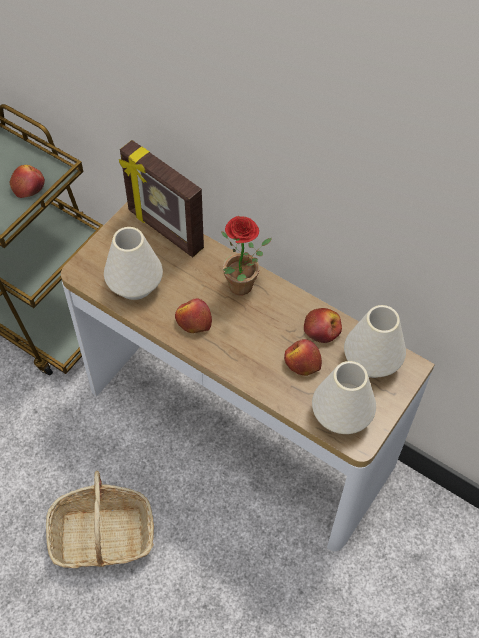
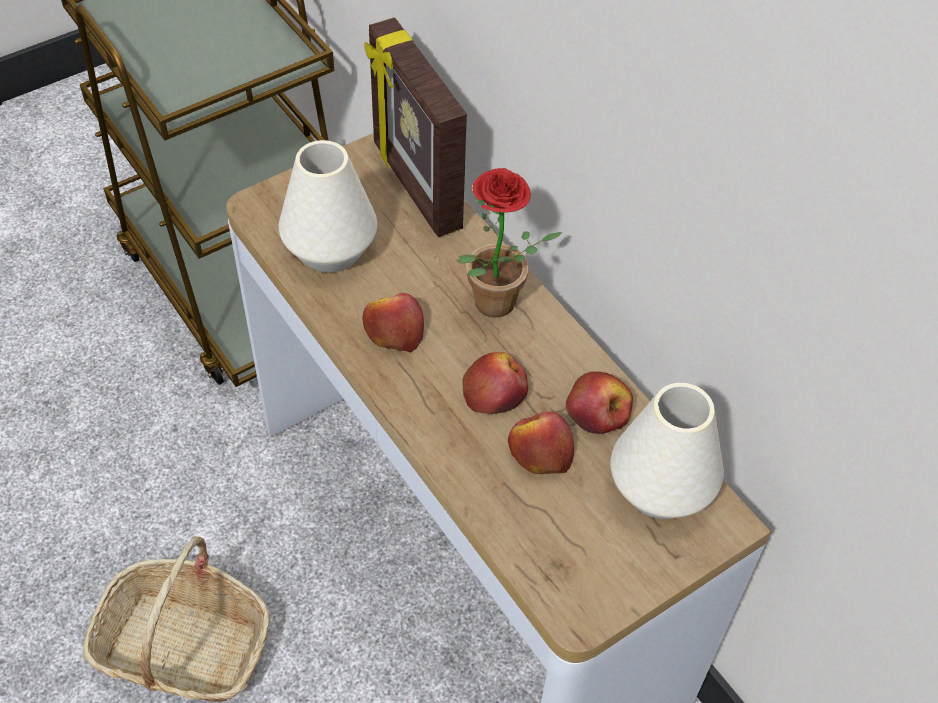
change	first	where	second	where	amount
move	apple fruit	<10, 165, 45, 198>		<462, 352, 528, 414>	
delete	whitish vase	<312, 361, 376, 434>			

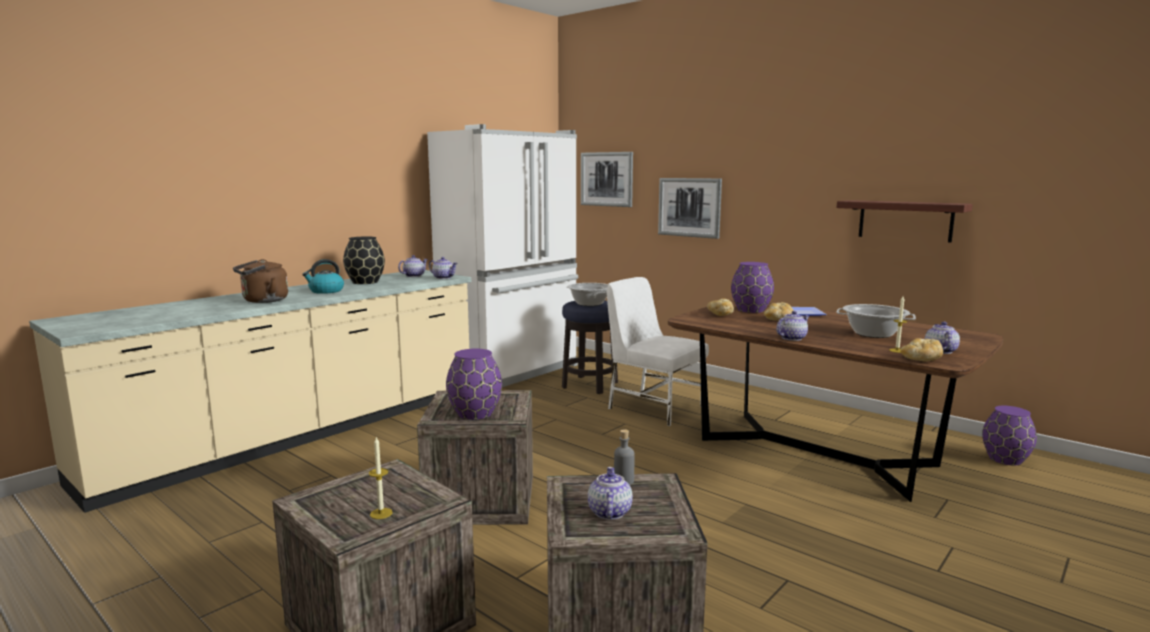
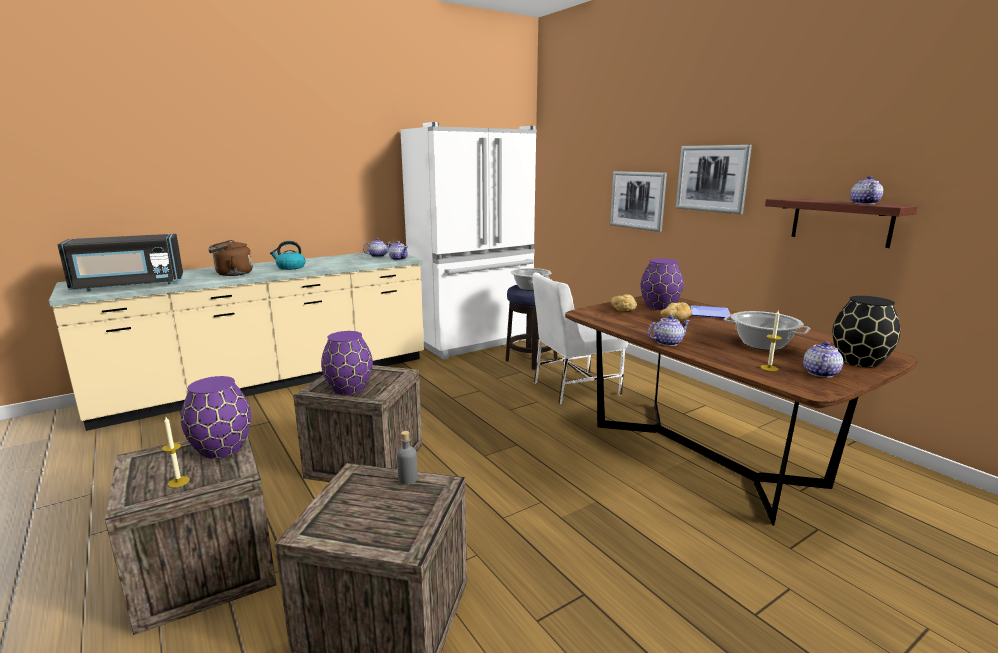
change	first	where	second	where	amount
insert			blackish kitchen microwave	<58, 234, 183, 291>	
move	purplish vase	<982, 406, 1037, 465>		<181, 376, 252, 459>	
rotate	whitish plain chair	<607, 277, 709, 426>		<533, 272, 628, 405>	75 degrees counterclockwise
move	wall picture	<581, 152, 633, 207>		<676, 145, 752, 214>	
move	blackish vase	<343, 236, 385, 284>		<832, 296, 900, 367>	
move	tea pot	<588, 467, 633, 520>		<850, 176, 883, 204>	
delete	bakery bread	<900, 338, 943, 361>			

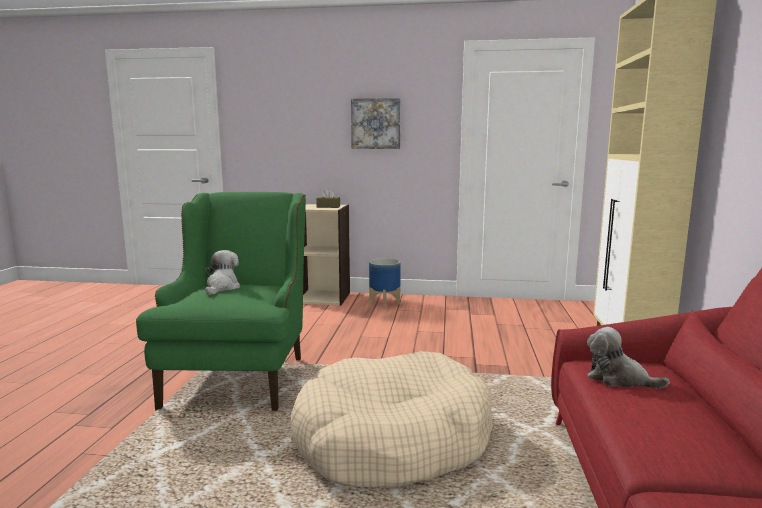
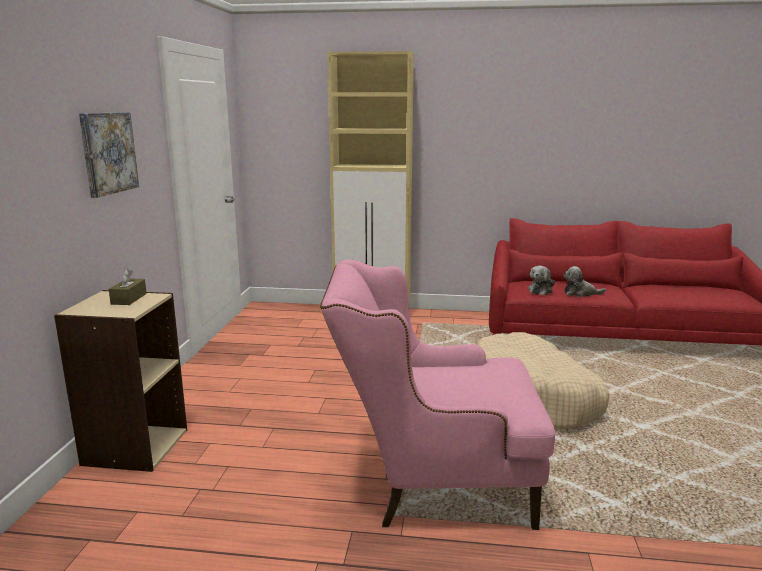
change	first	where	second	where	amount
recolor	green easy chair	<136, 192, 306, 411>	pink easy chair	<320, 260, 555, 530>	
move	plush toy	<206, 250, 240, 295>		<563, 266, 606, 297>	
delete	plant pot	<369, 258, 401, 309>			

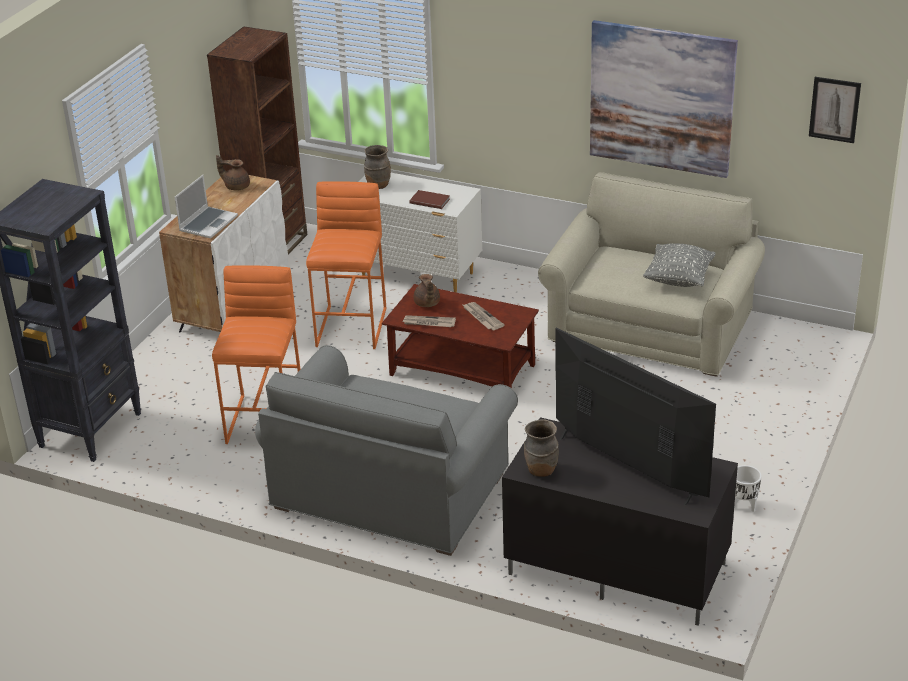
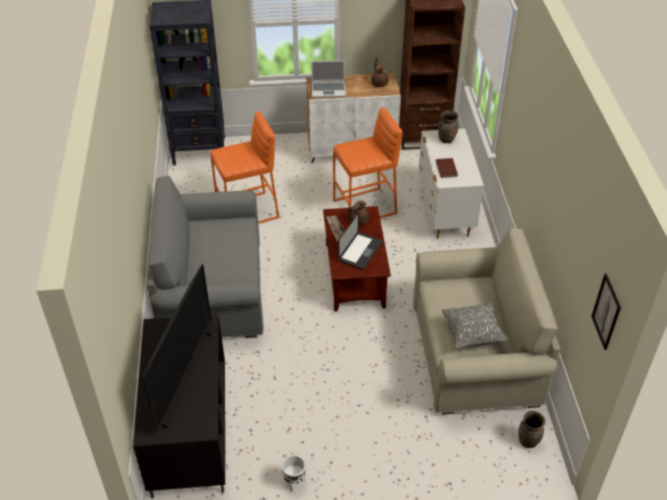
change	first	where	second	where	amount
replace	daily paper	<463, 302, 505, 330>	laptop	<338, 213, 383, 270>	
move	brown vase	<524, 419, 559, 477>		<518, 411, 546, 448>	
delete	wall picture	<590, 20, 738, 178>			

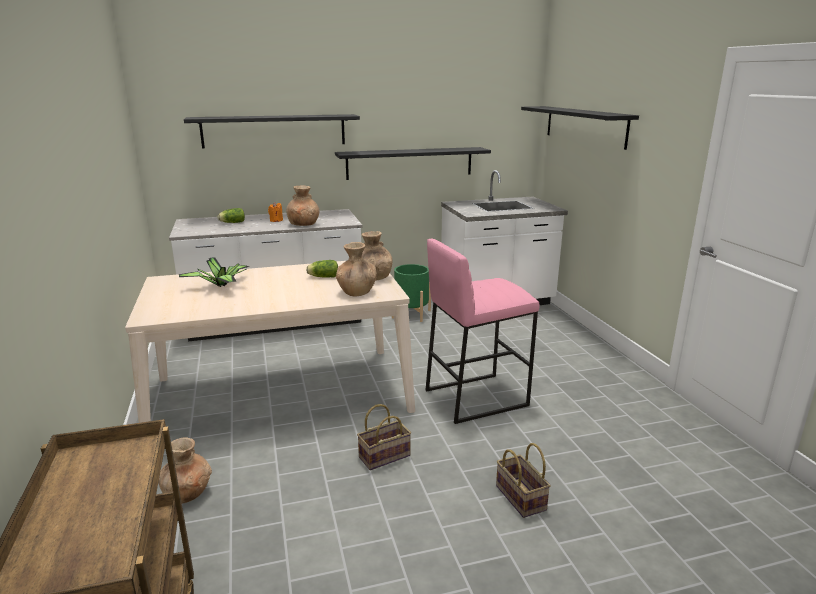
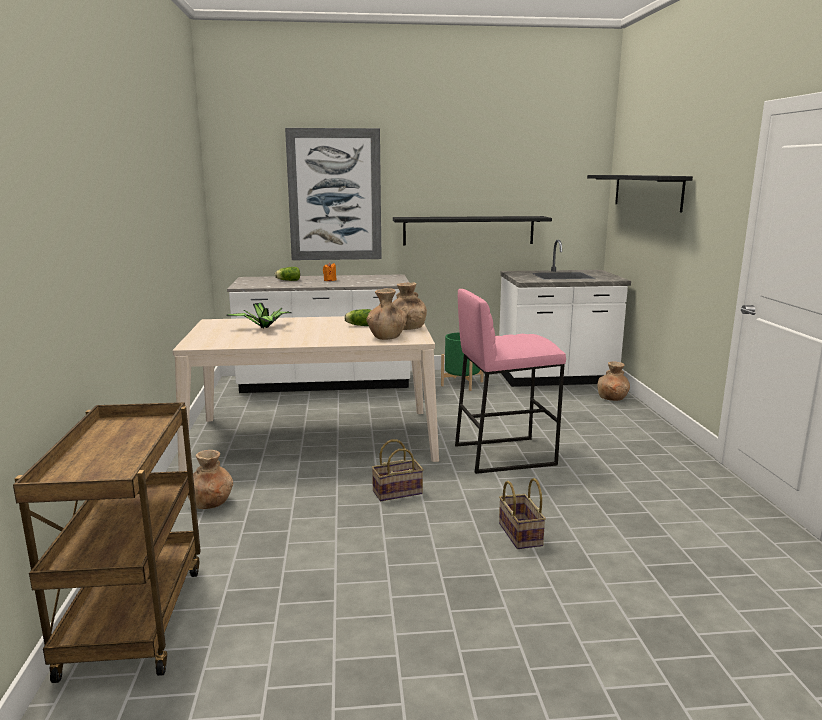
change	first	where	second	where	amount
replace	blackish wall shelf	<184, 114, 360, 149>	wall picture	<285, 128, 382, 260>	
move	brown vase	<286, 185, 320, 226>		<597, 362, 630, 401>	

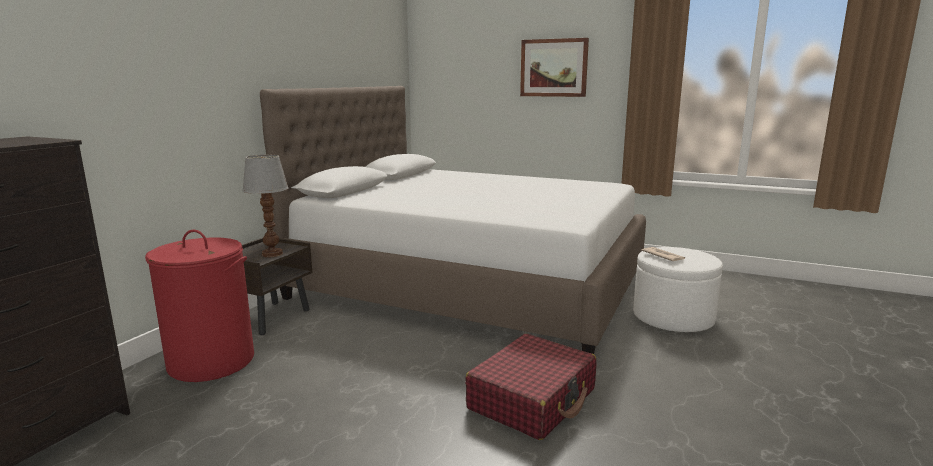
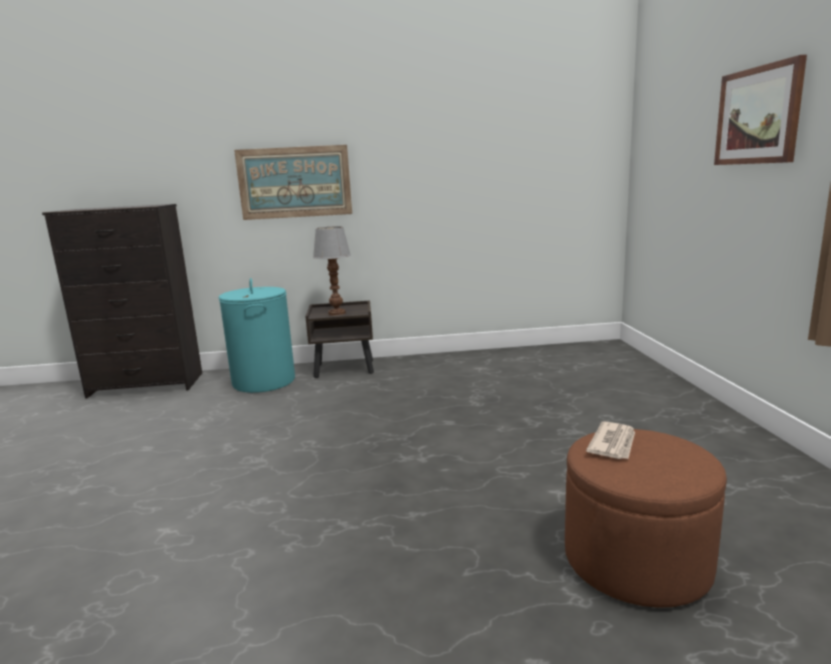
change	first	where	second	where	amount
recolor	red hamper	<145, 230, 254, 382>	blue-green hamper	<218, 278, 295, 393>	
insert			wall picture	<234, 145, 352, 220>	
recolor	whitish footrest	<633, 247, 723, 332>	brown footrest	<565, 429, 727, 608>	
delete	whitish bedroom bed	<260, 86, 646, 354>			
delete	red suitcase	<465, 334, 597, 440>			

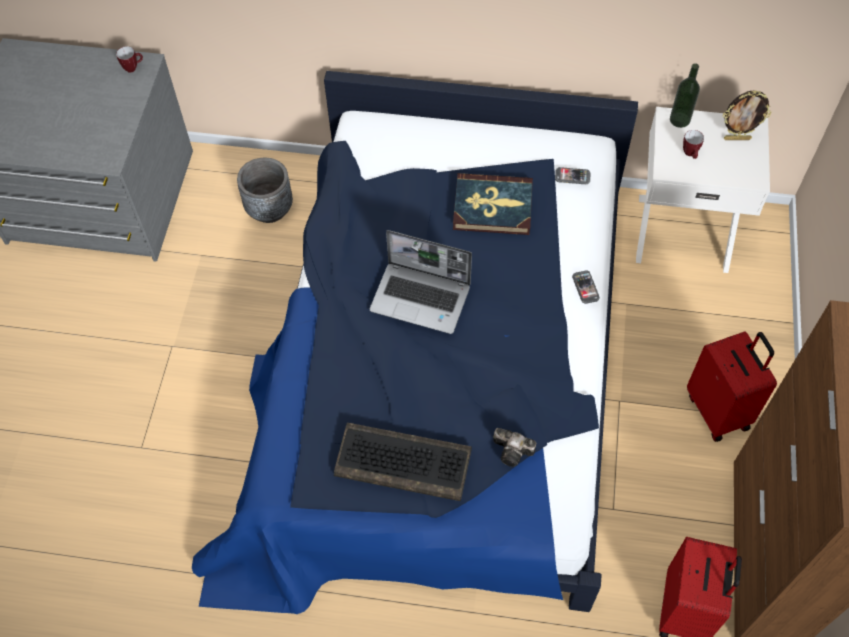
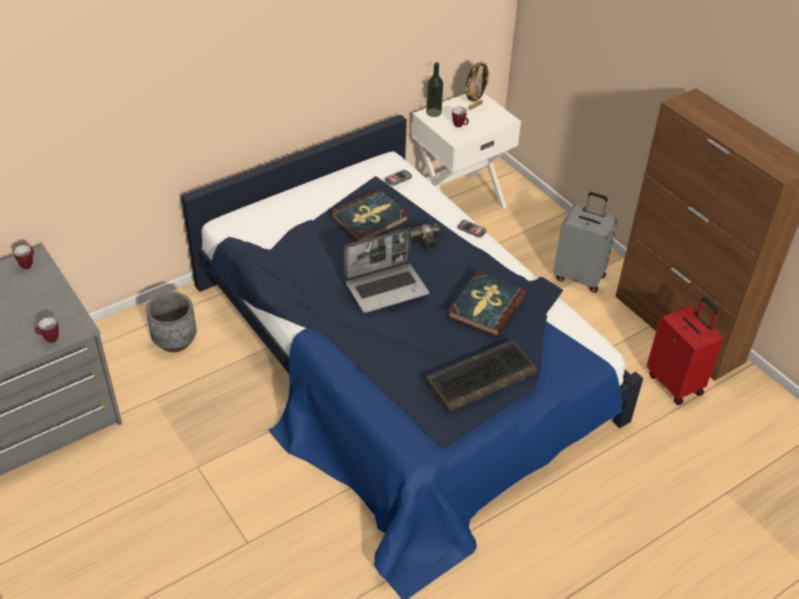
change	first	where	second	where	amount
insert			mug	<35, 317, 59, 343>	
move	still camera	<493, 428, 536, 467>		<410, 223, 440, 249>	
insert			volume	<447, 271, 527, 337>	
recolor	red suitcase	<687, 331, 777, 442>	greyish suitcase	<553, 192, 618, 293>	

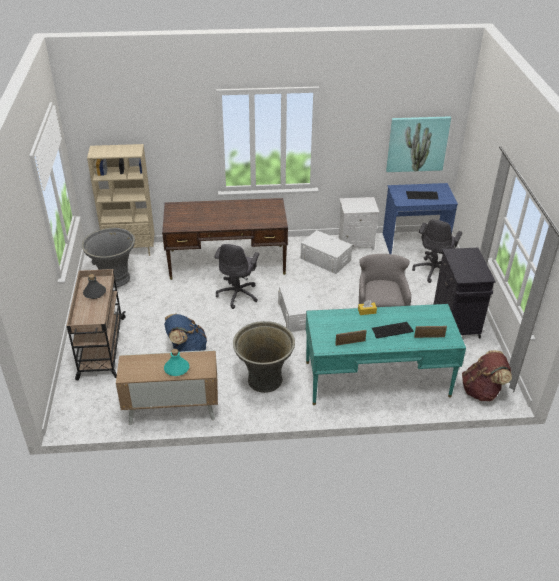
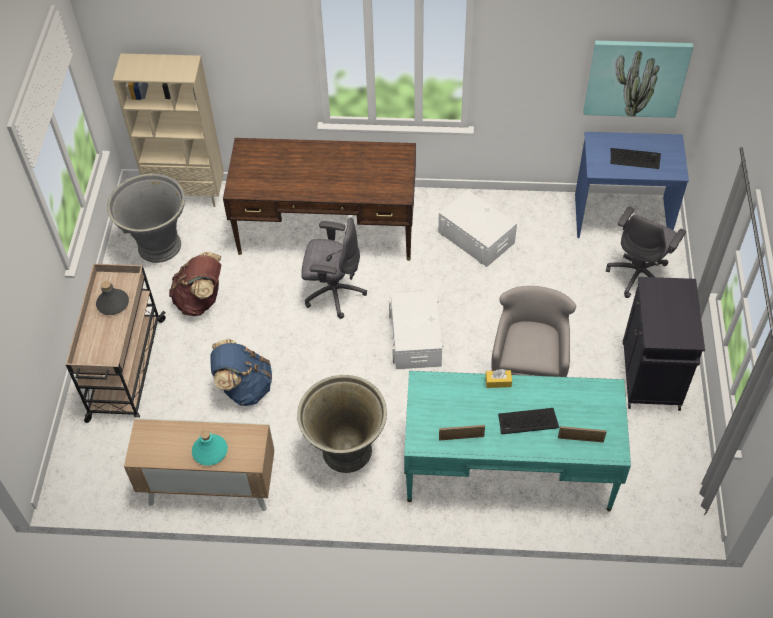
change	first	where	second	where	amount
move	brown backpack	<462, 350, 512, 401>		<169, 252, 221, 316>	
rotate	greyish desk chair	<214, 244, 259, 309>		<301, 217, 367, 319>	105 degrees counterclockwise
delete	whitish night table	<339, 197, 379, 250>			

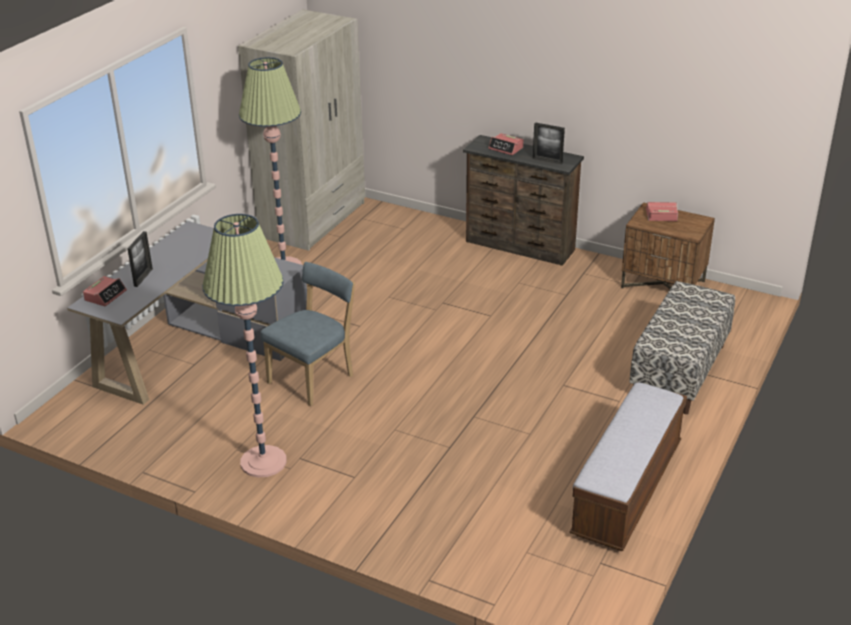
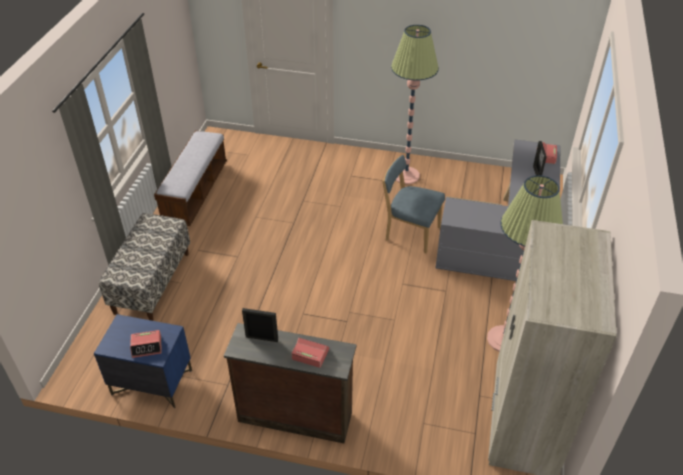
change	first	where	second	where	amount
recolor	brown night table	<621, 202, 715, 289>	bluish night table	<94, 314, 192, 408>	
rotate	bluish plain chair	<261, 262, 355, 406>		<382, 155, 445, 253>	90 degrees clockwise

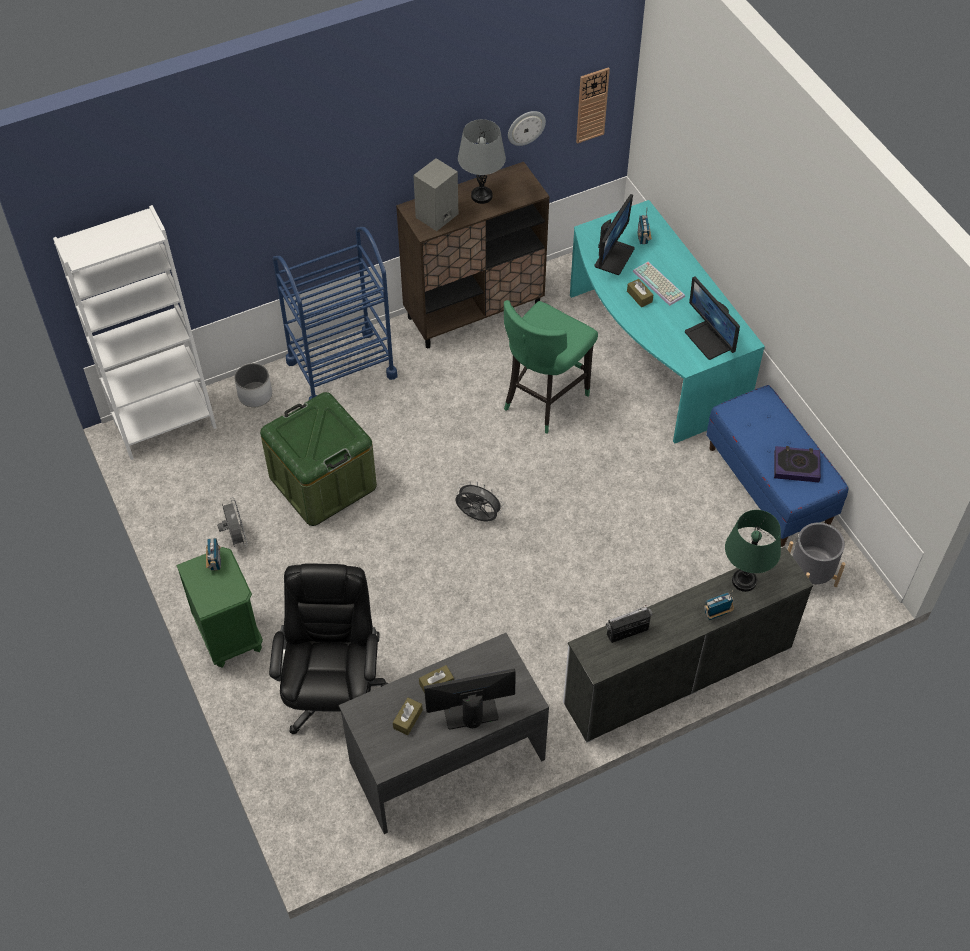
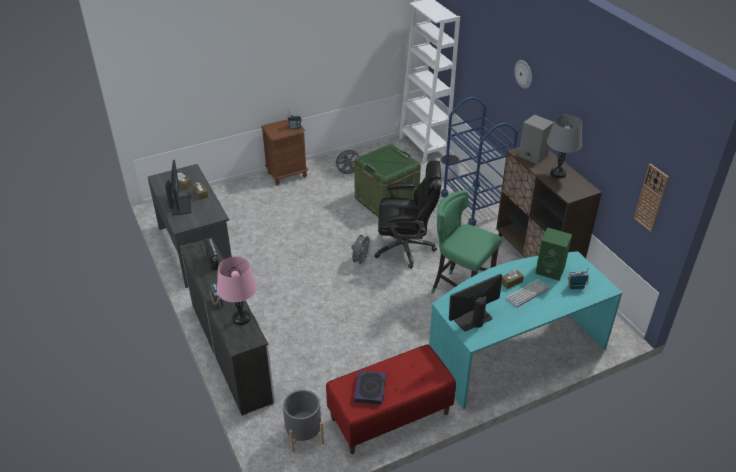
change	first	where	second	where	amount
recolor	green lamp for a table	<725, 510, 781, 592>	pink lamp for a table	<217, 257, 257, 325>	
recolor	green night table	<176, 547, 263, 668>	brown night table	<261, 119, 308, 185>	
recolor	bluish indoor bench	<706, 385, 848, 547>	red indoor bench	<326, 344, 456, 454>	
move	blackish desk chair	<269, 564, 388, 734>		<374, 160, 441, 269>	
move	clock on the wall	<508, 111, 546, 146>		<514, 60, 532, 89>	
replace	computer screen	<595, 194, 635, 275>	green audio speaker	<535, 228, 572, 281>	

